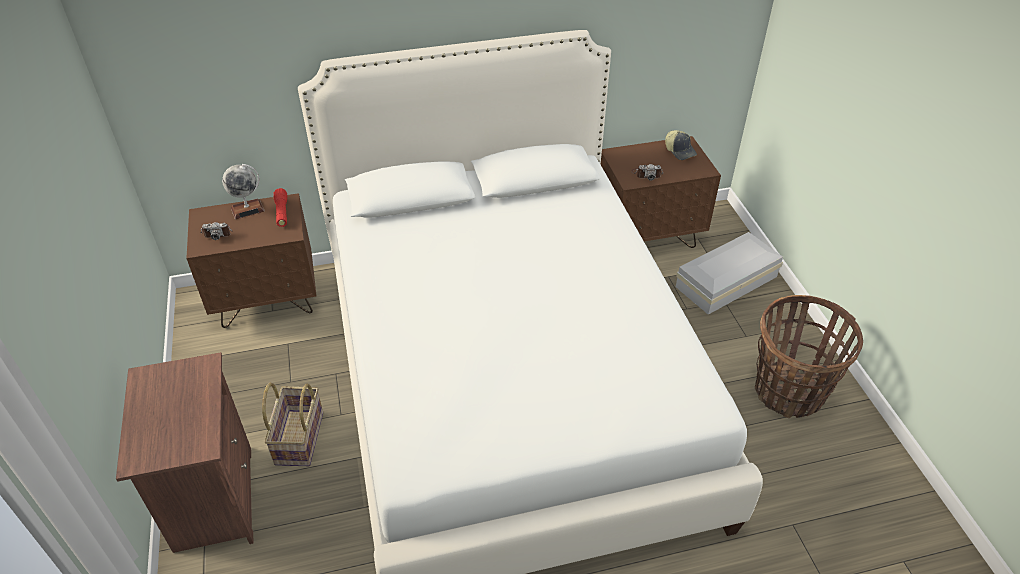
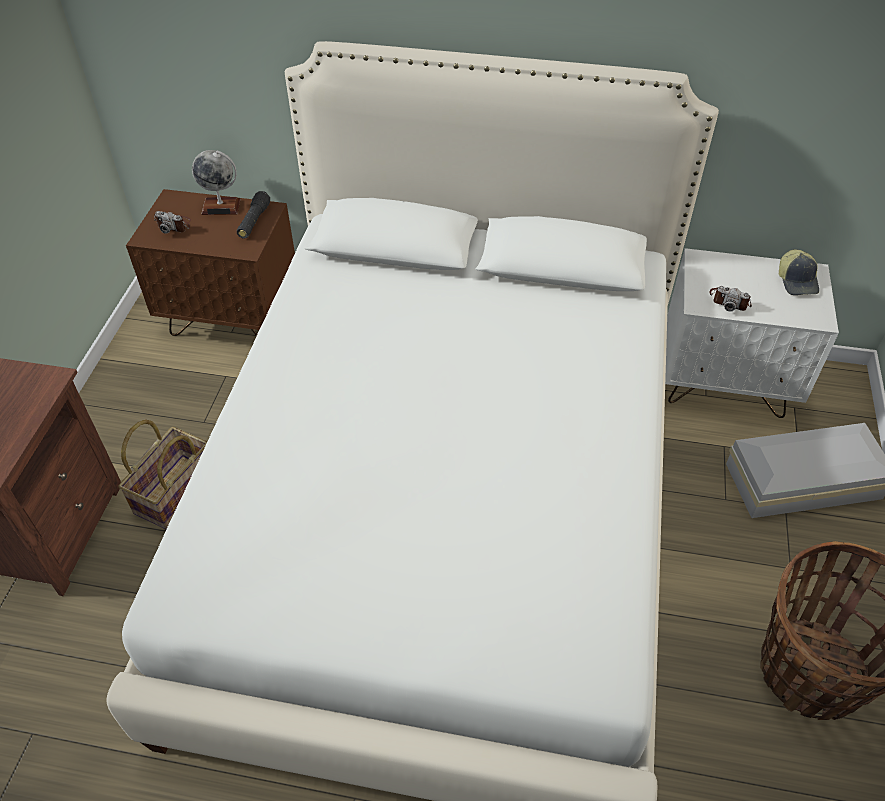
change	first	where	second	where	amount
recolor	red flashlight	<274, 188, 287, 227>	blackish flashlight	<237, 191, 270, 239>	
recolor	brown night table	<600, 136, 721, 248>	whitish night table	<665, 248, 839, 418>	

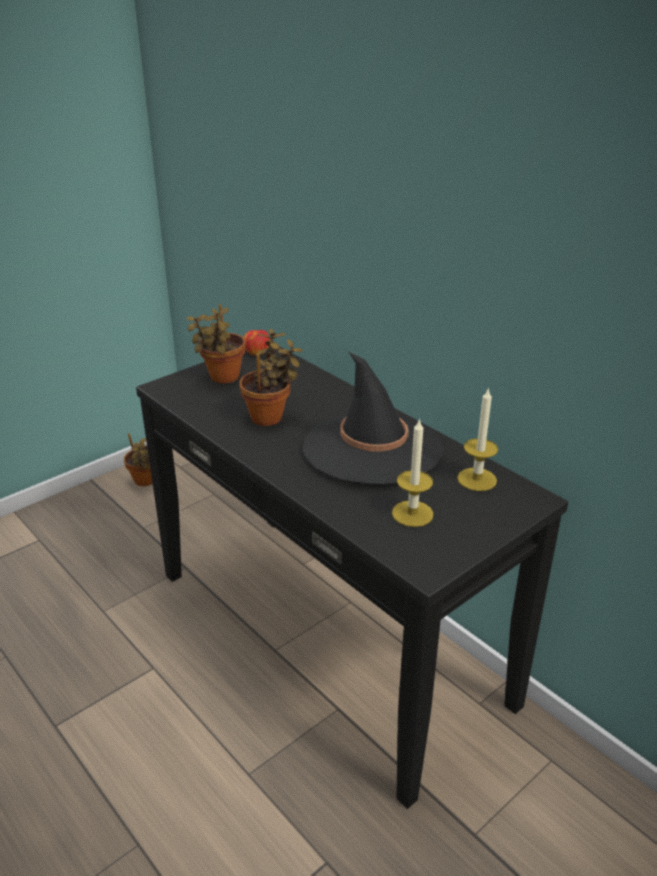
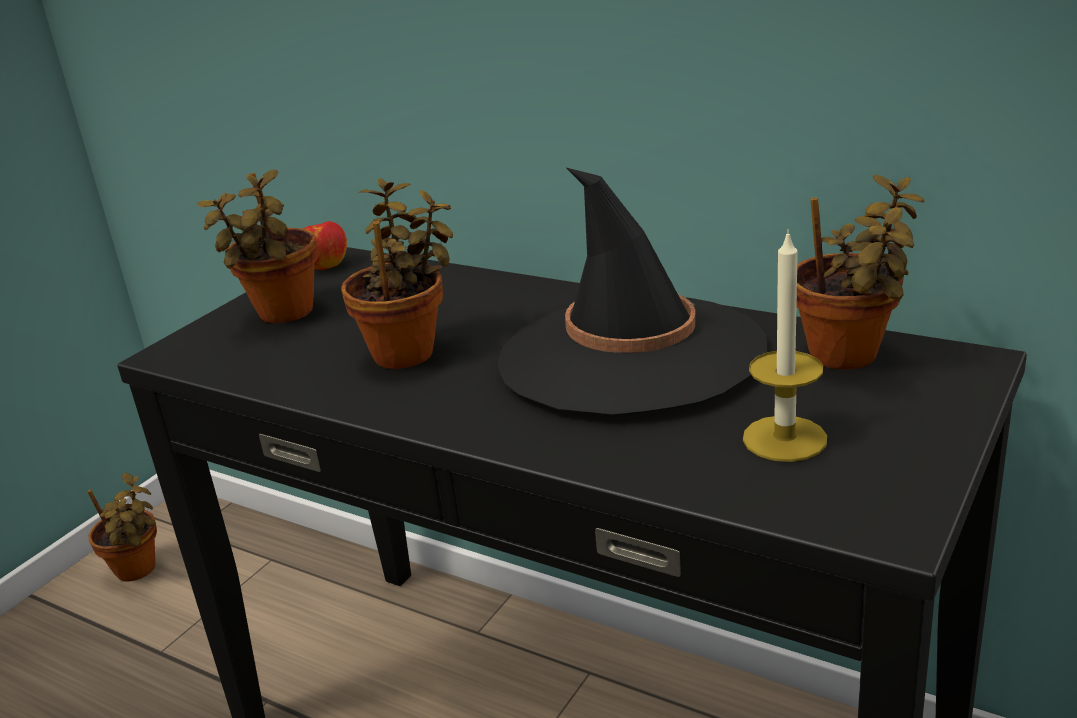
change	first	where	second	where	amount
replace	candle	<457, 387, 498, 491>	houseplant	<796, 174, 925, 370>	

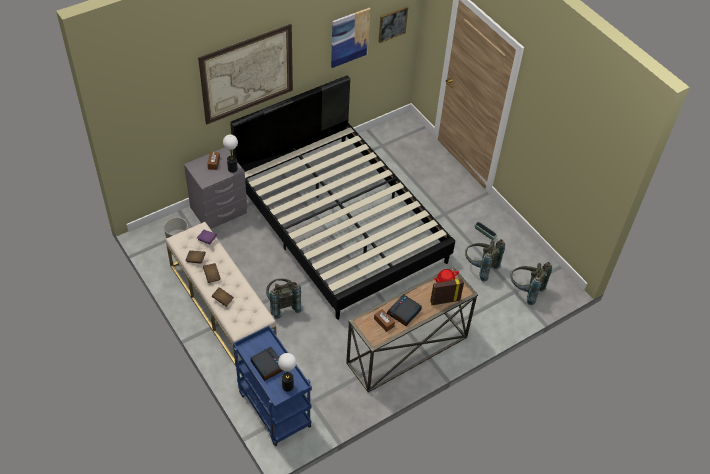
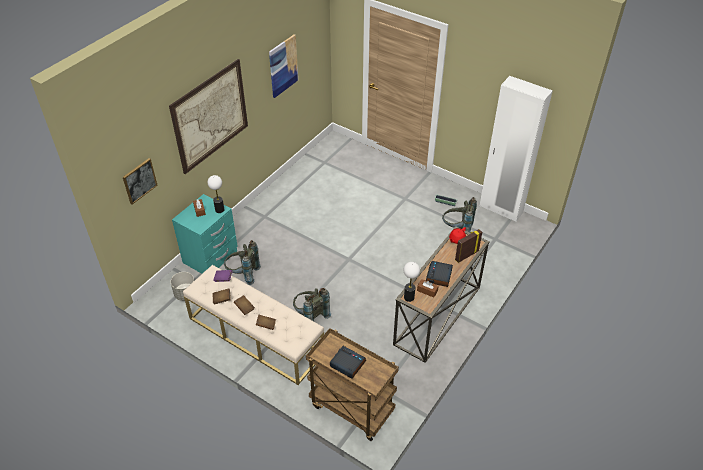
change	first	where	second	where	amount
move	wall picture	<379, 6, 408, 43>		<123, 158, 158, 205>	
recolor	greyish night table	<184, 148, 247, 229>	blue-green night table	<172, 194, 238, 274>	
move	greyish backpack	<510, 262, 552, 305>		<224, 240, 261, 285>	
recolor	bluish cart	<233, 325, 312, 446>	brown cart	<306, 328, 399, 441>	
move	lamp for a table	<278, 353, 296, 391>		<403, 262, 420, 302>	
insert			whitish clothes cupboard	<480, 76, 553, 222>	
delete	blackish bedroom bed	<230, 75, 455, 320>			

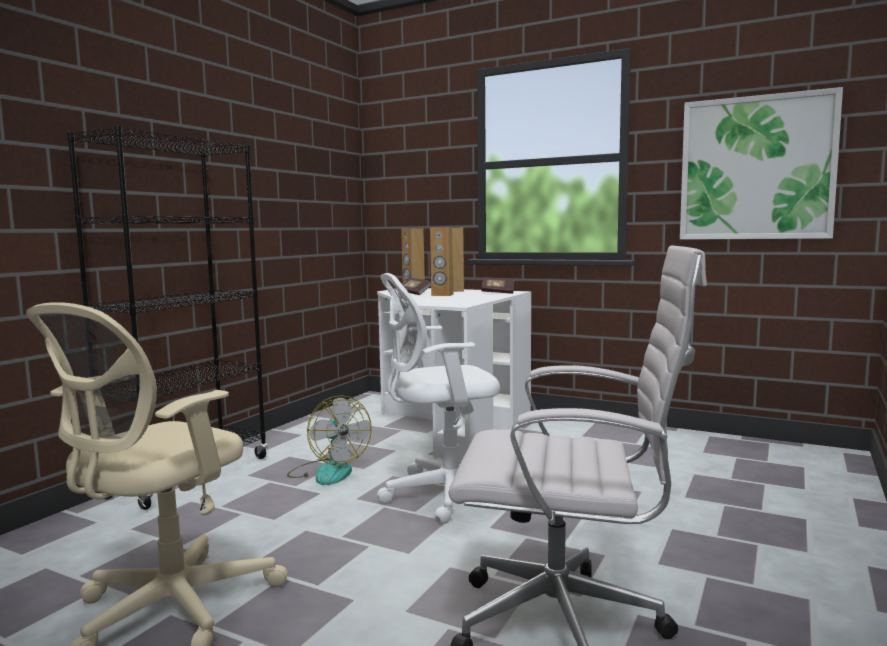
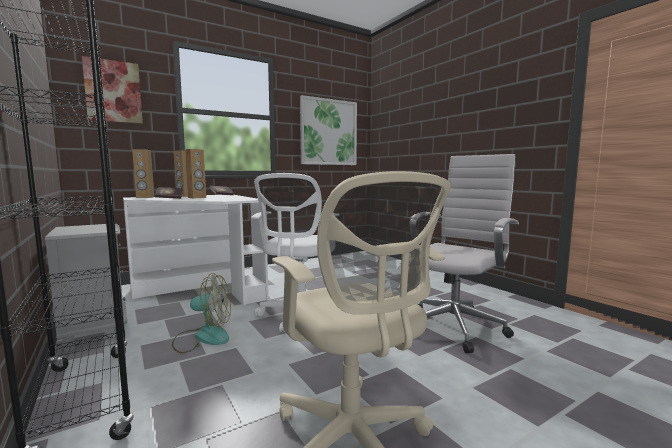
change	first	where	second	where	amount
insert			greyish night table	<45, 224, 127, 352>	
insert			wall picture	<82, 56, 143, 124>	

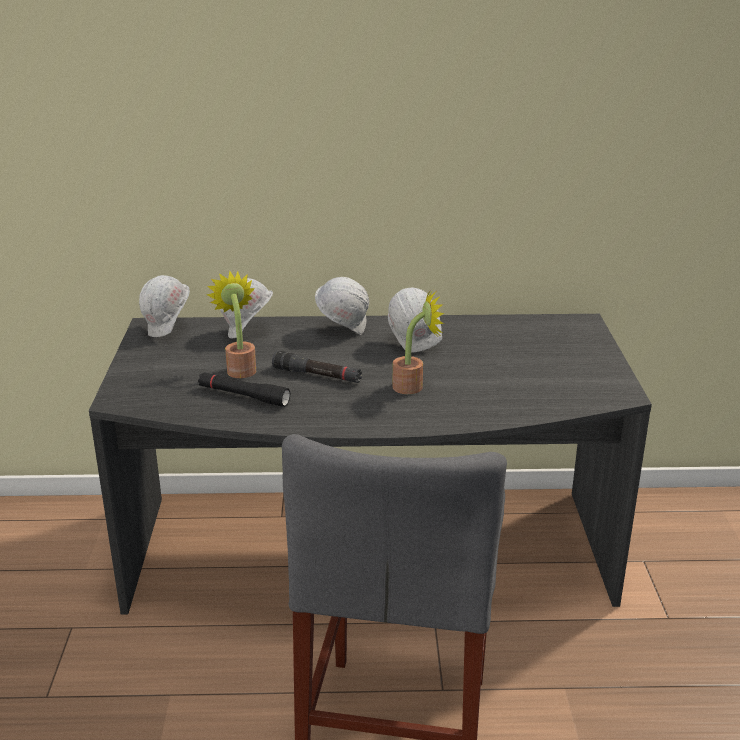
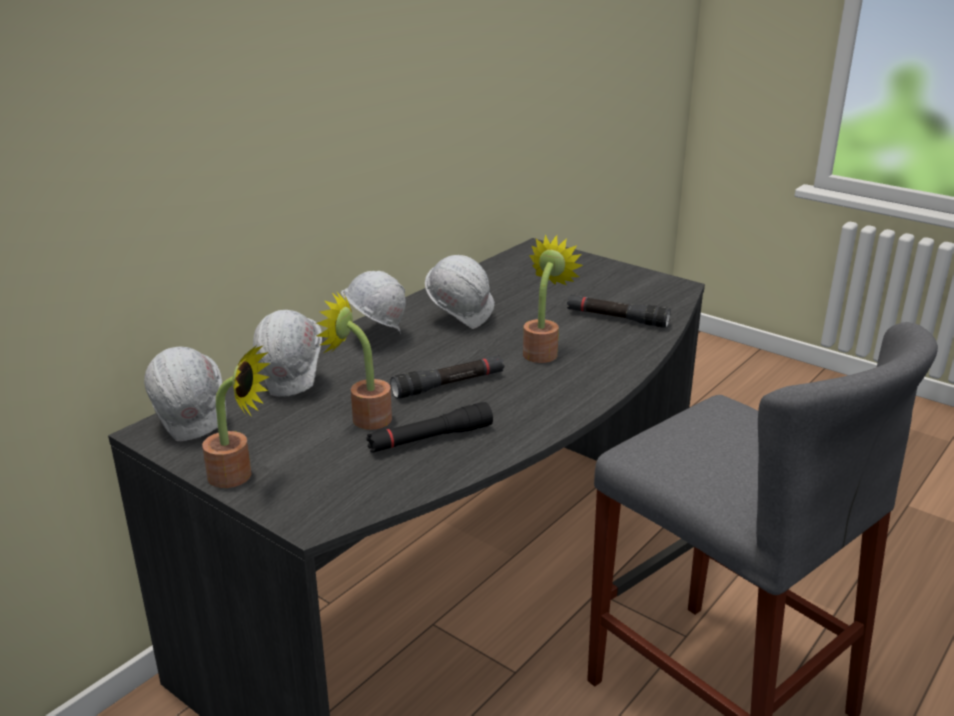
change	first	where	second	where	amount
insert			houseplant	<202, 345, 271, 488>	
insert			blackish flashlight	<567, 295, 671, 328>	

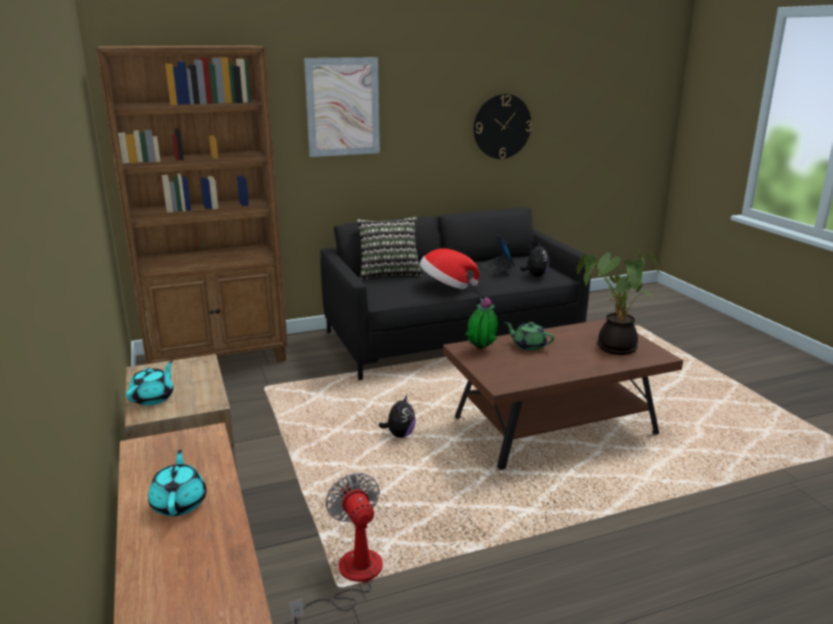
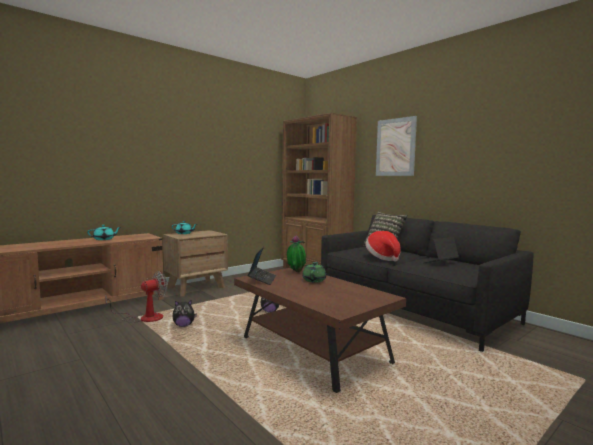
change	first	where	second	where	amount
move	plush toy	<520, 243, 549, 277>		<172, 300, 197, 327>	
insert			laptop	<248, 247, 276, 285>	
delete	clock on the wall	<474, 94, 532, 159>			
delete	houseplant	<577, 250, 660, 355>			

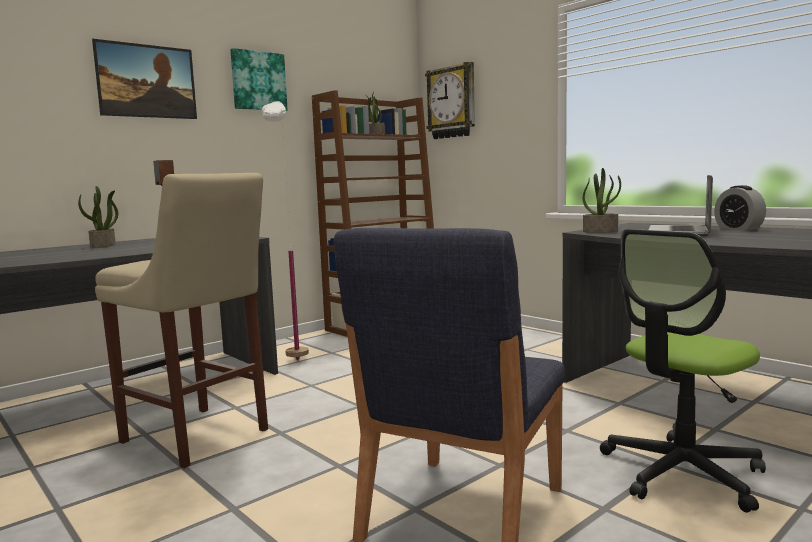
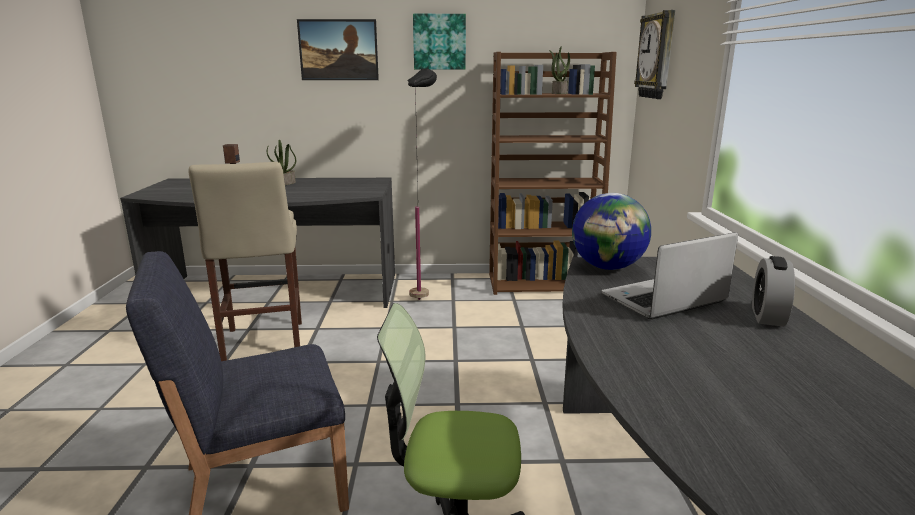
change	first	where	second	where	amount
recolor	whitish floor lamp	<262, 101, 309, 361>	blackish floor lamp	<407, 68, 437, 300>	
replace	houseplant	<583, 168, 621, 233>	desk globe	<572, 193, 651, 270>	

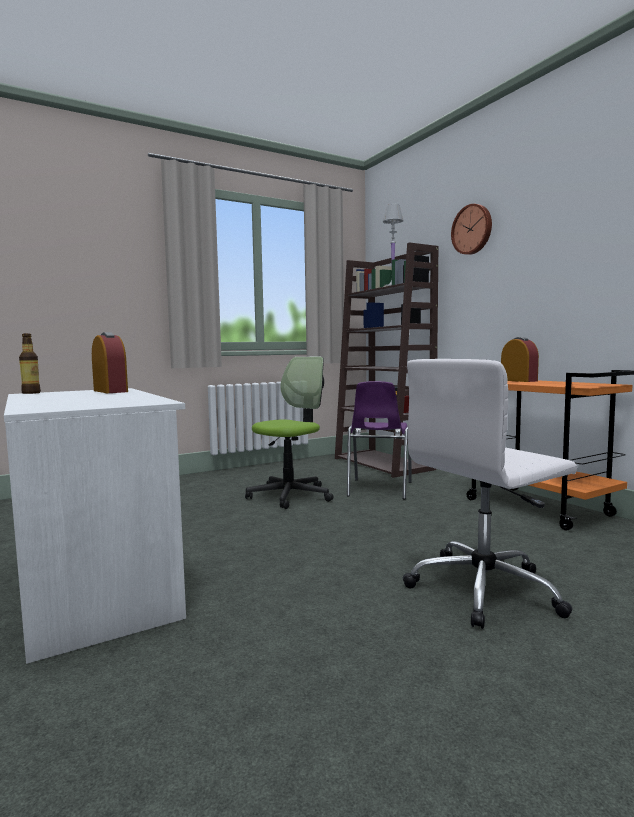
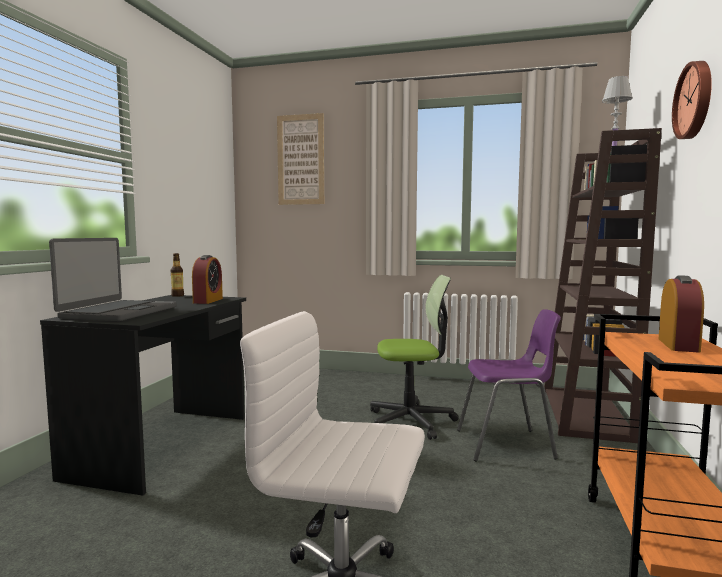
change	first	where	second	where	amount
recolor	whitish desk table	<4, 388, 186, 664>	blackish desk table	<40, 295, 246, 496>	
insert			laptop	<49, 238, 176, 321>	
insert			wall picture	<277, 113, 324, 205>	
rotate	purplish plain chair	<347, 381, 412, 499>		<457, 310, 561, 462>	150 degrees counterclockwise

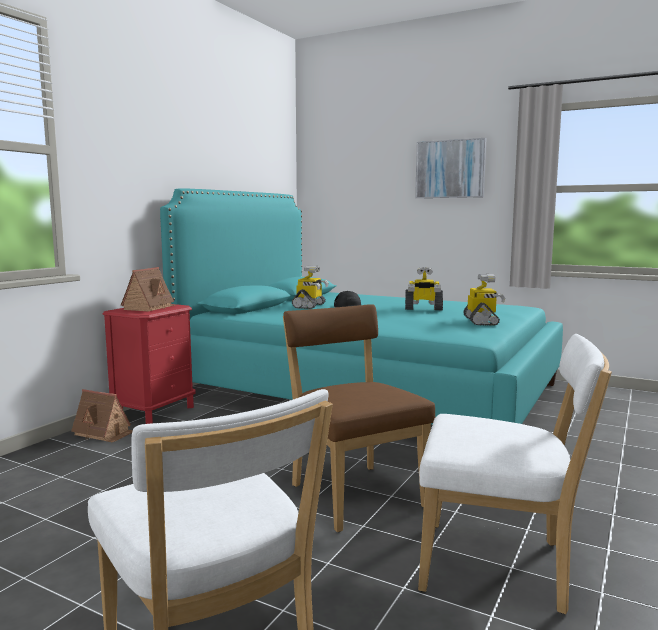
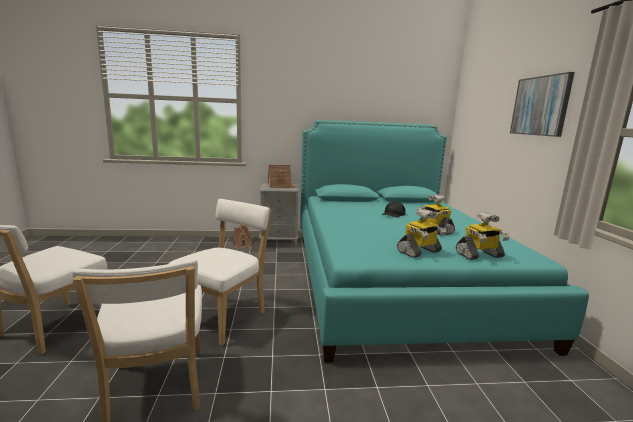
change	first	where	second	where	amount
recolor	brown plain chair	<283, 304, 435, 532>	whitish plain chair	<168, 199, 271, 345>	
recolor	red night table	<102, 304, 196, 424>	greyish night table	<259, 184, 300, 247>	
move	robot figure	<292, 265, 329, 309>		<456, 212, 510, 260>	

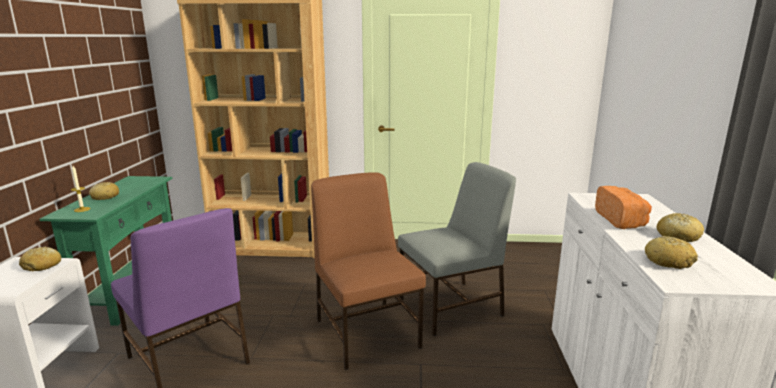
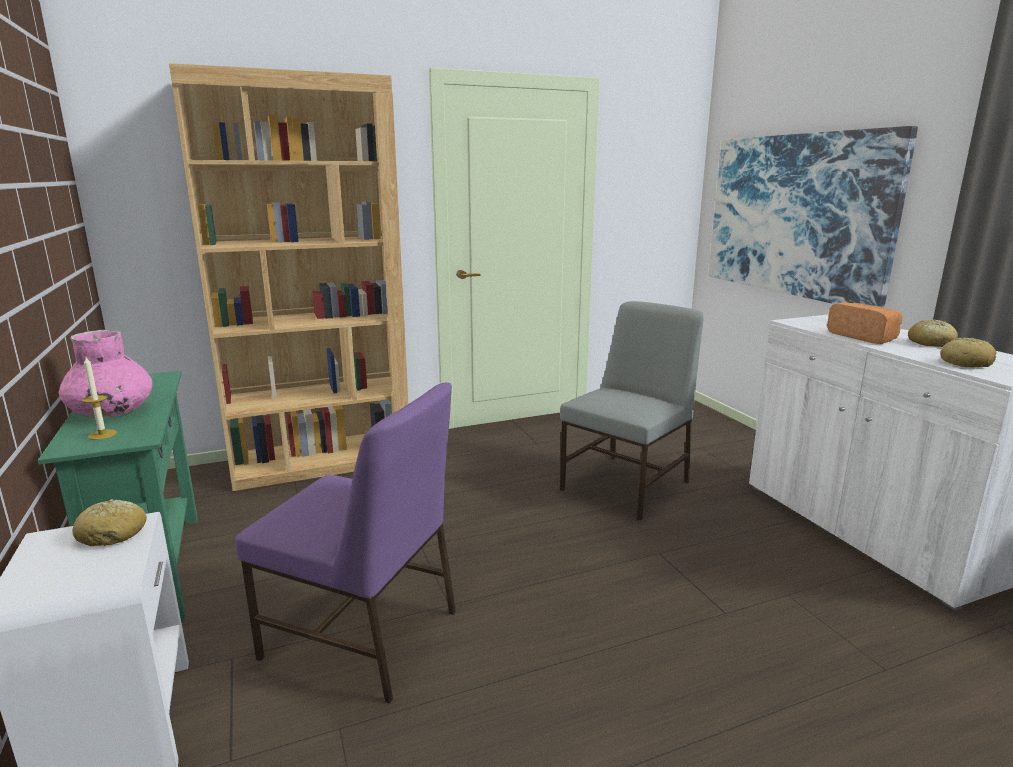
change	first	where	second	where	amount
replace	bakery bread	<89, 182, 119, 200>	pink vase	<59, 330, 152, 418>	
insert			wall picture	<709, 126, 918, 308>	
delete	brown plain chair	<311, 172, 426, 370>			

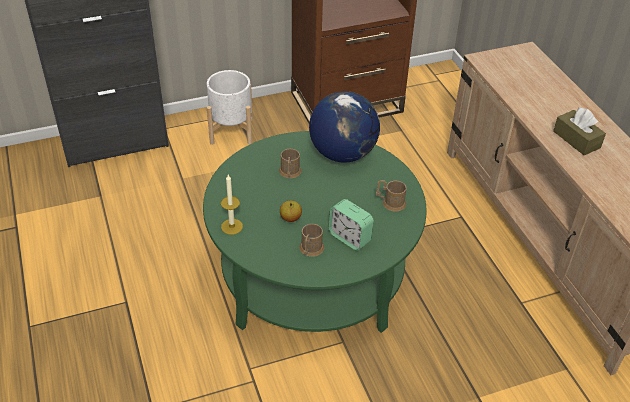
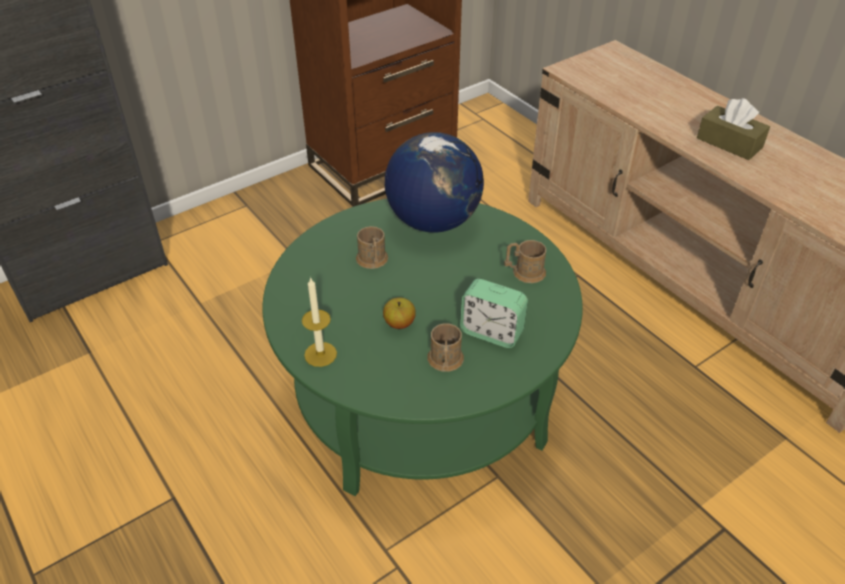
change	first	where	second	where	amount
delete	whitish plant pot	<207, 70, 253, 145>			

